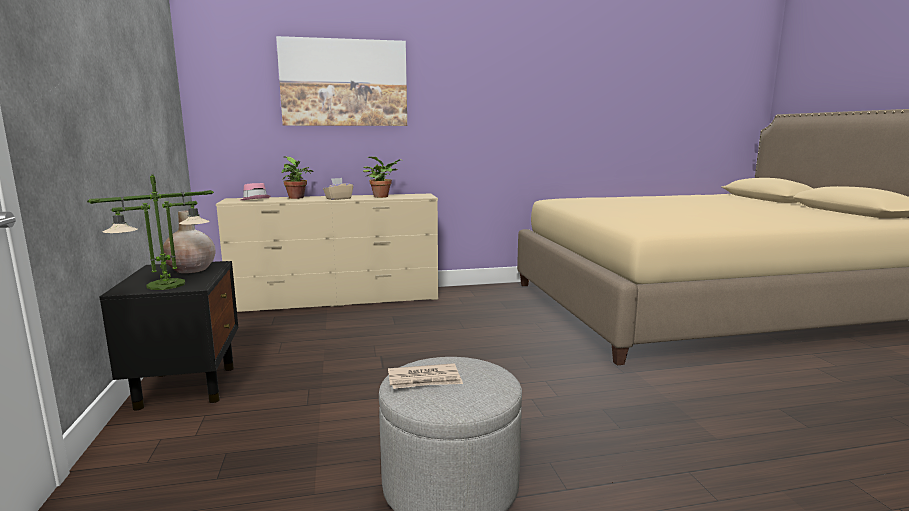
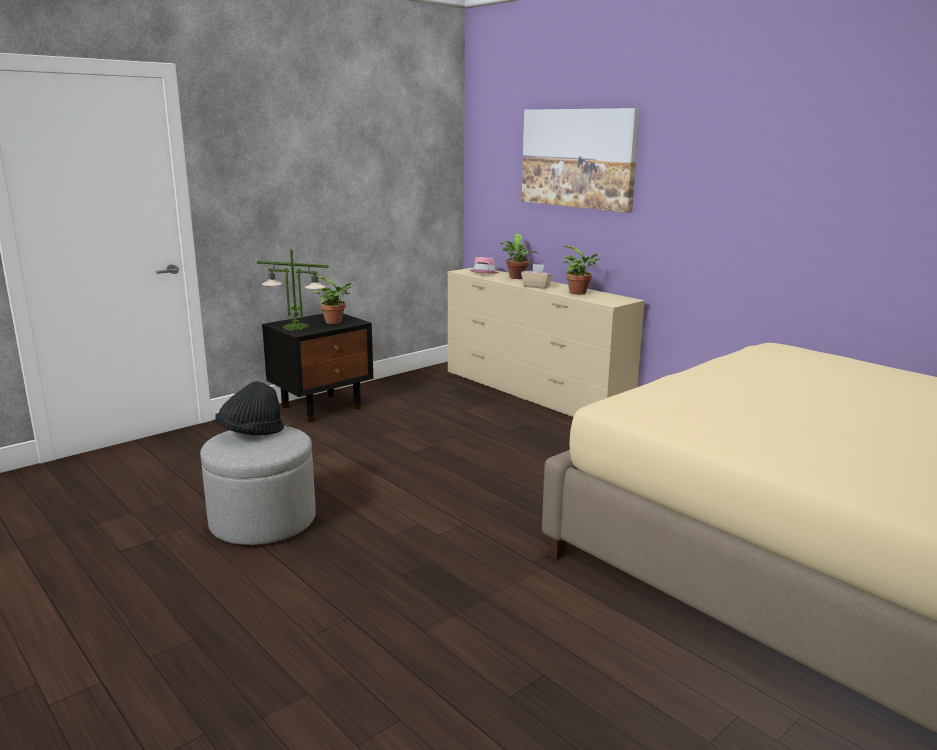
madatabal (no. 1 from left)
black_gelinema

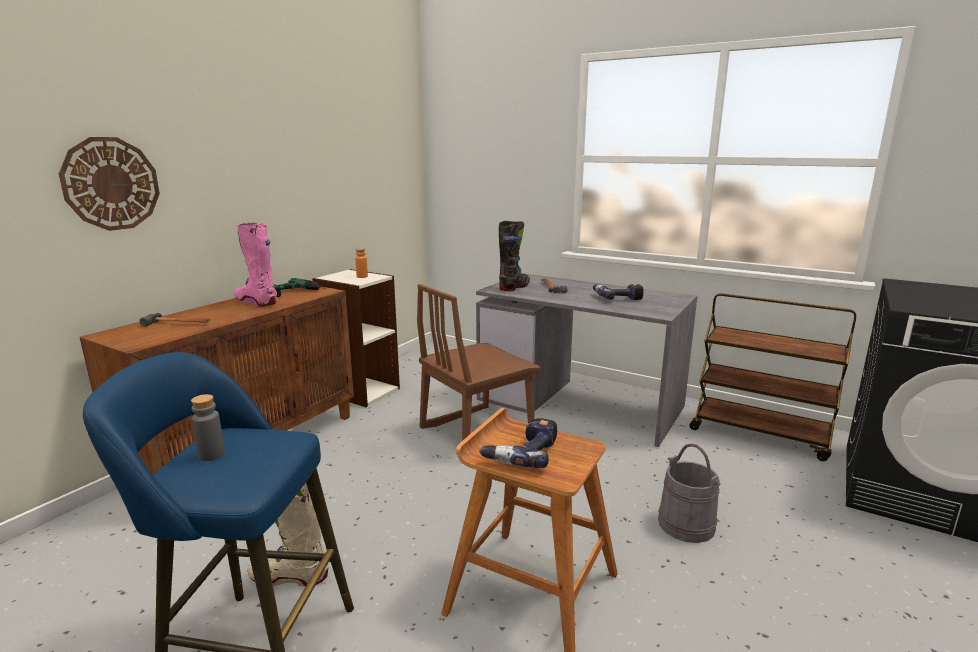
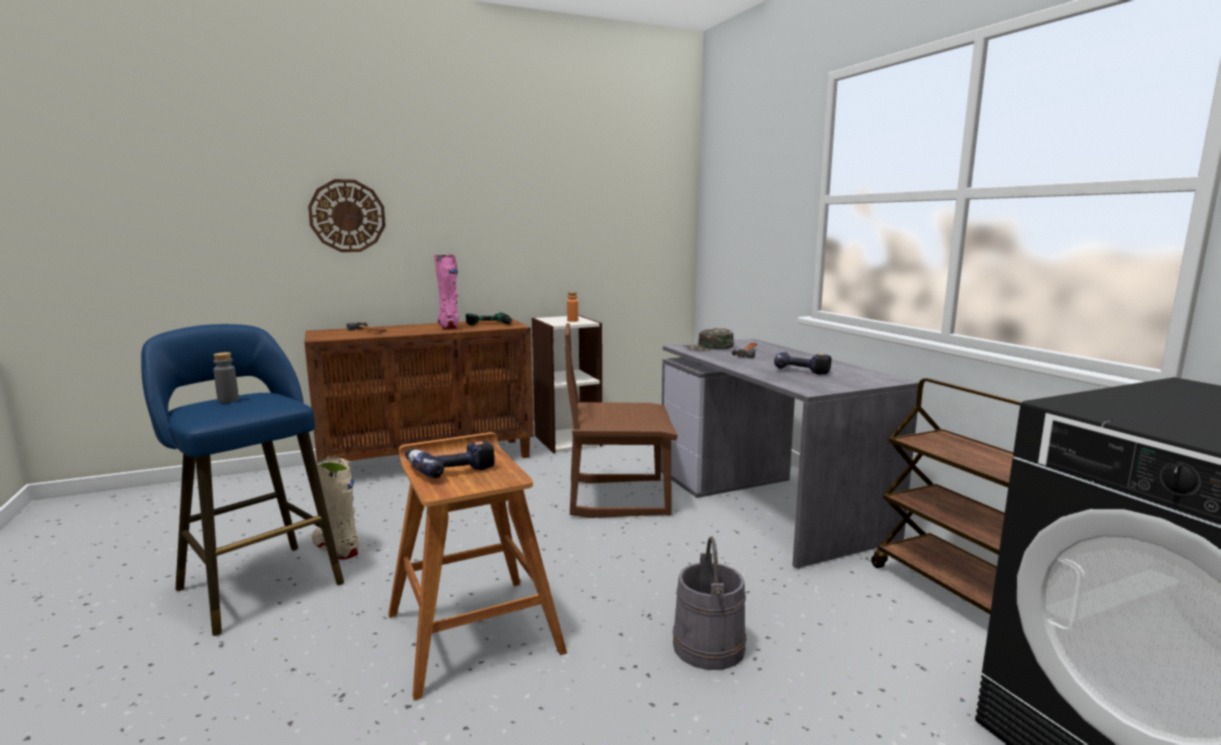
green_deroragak

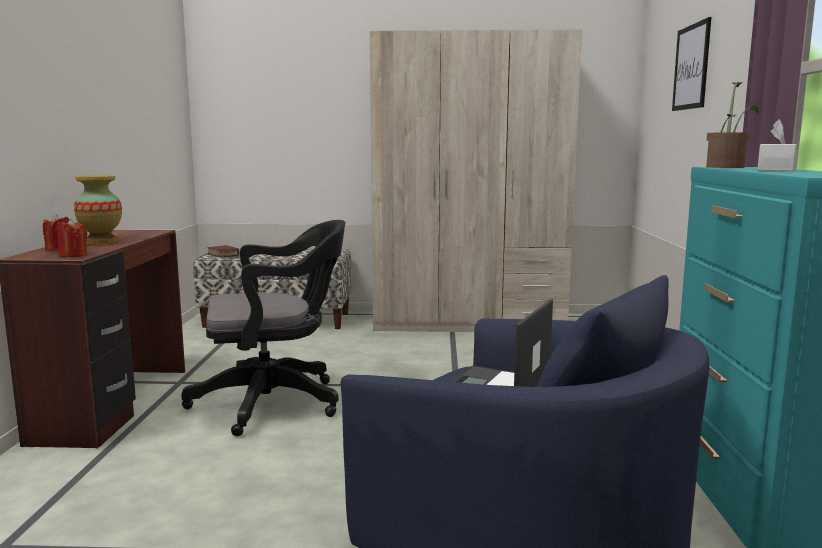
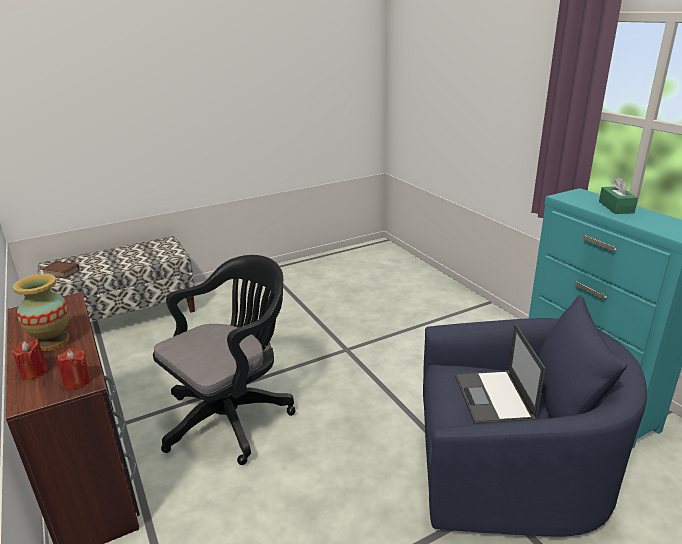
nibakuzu
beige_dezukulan
madatabal
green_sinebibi

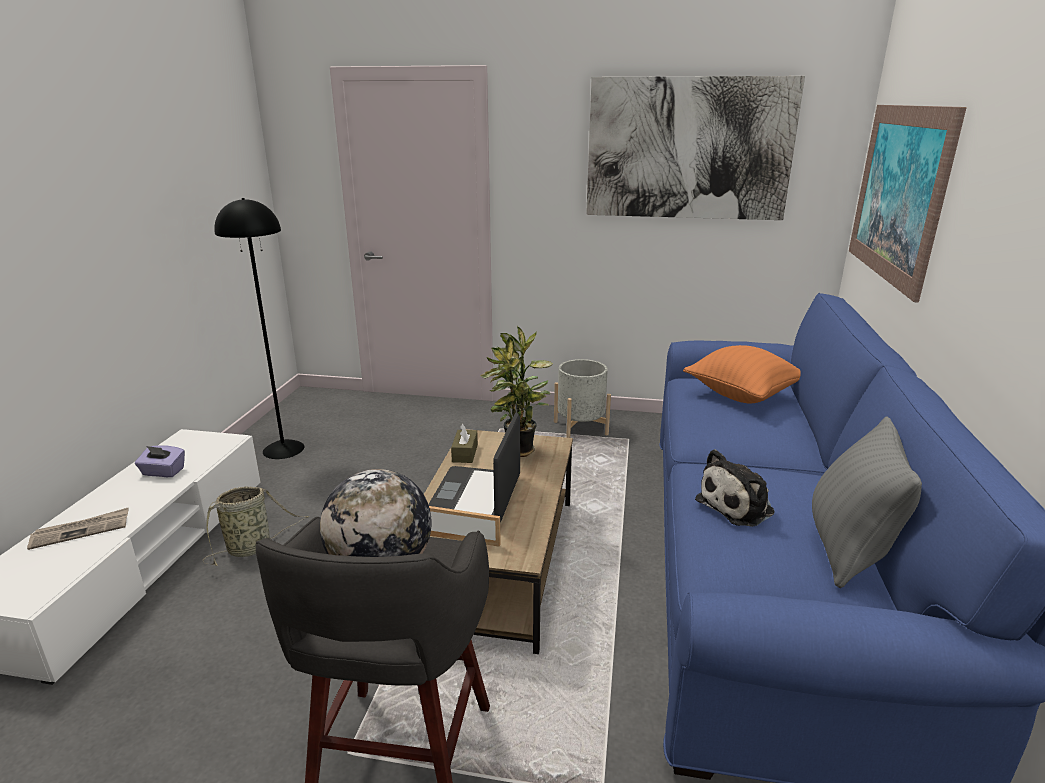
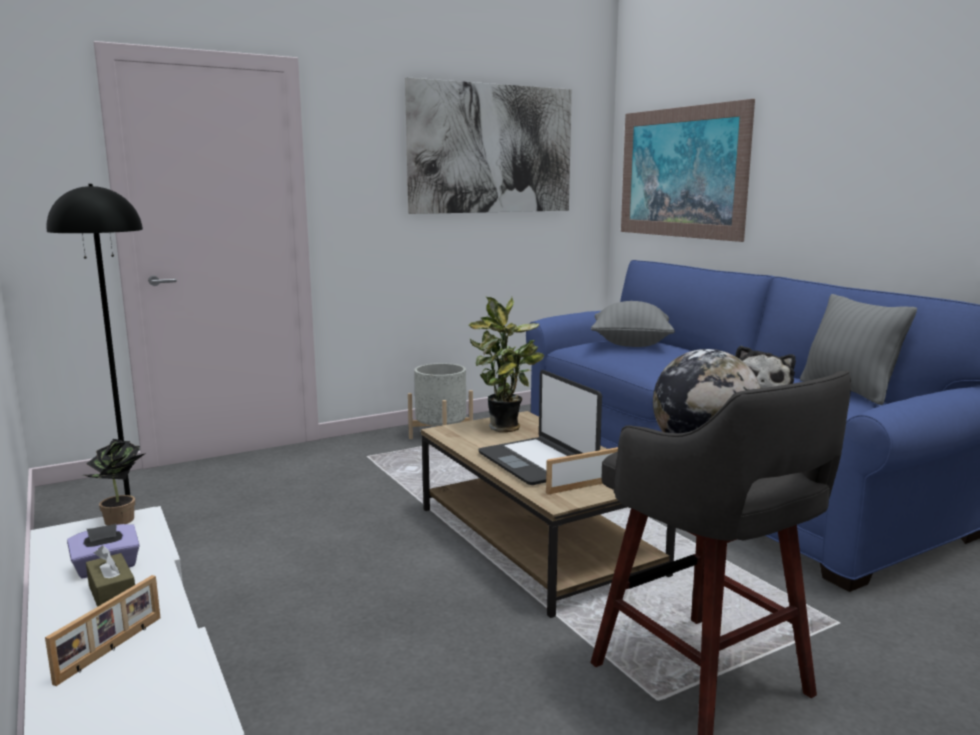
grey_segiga (no. 1 from left)
brown_sinebibi
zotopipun
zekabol (no. 1 from left)
madatabal (no. 1 from left)

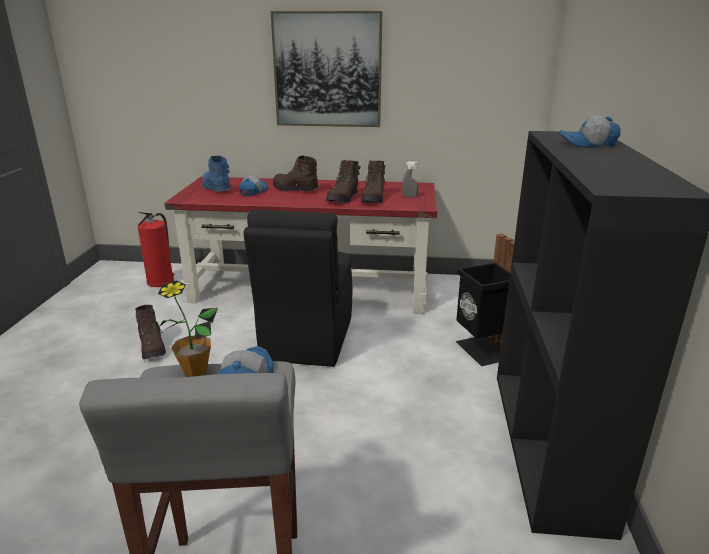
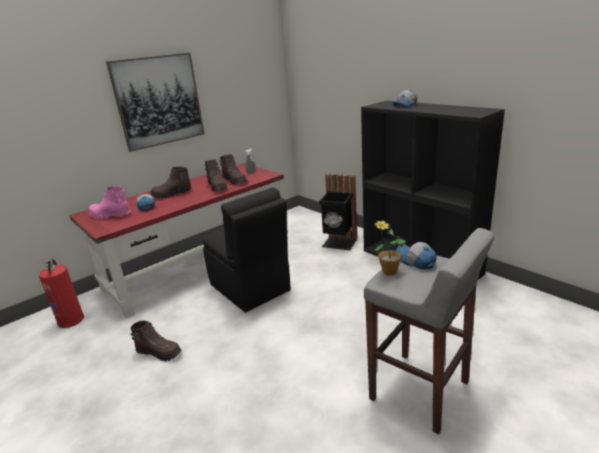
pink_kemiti

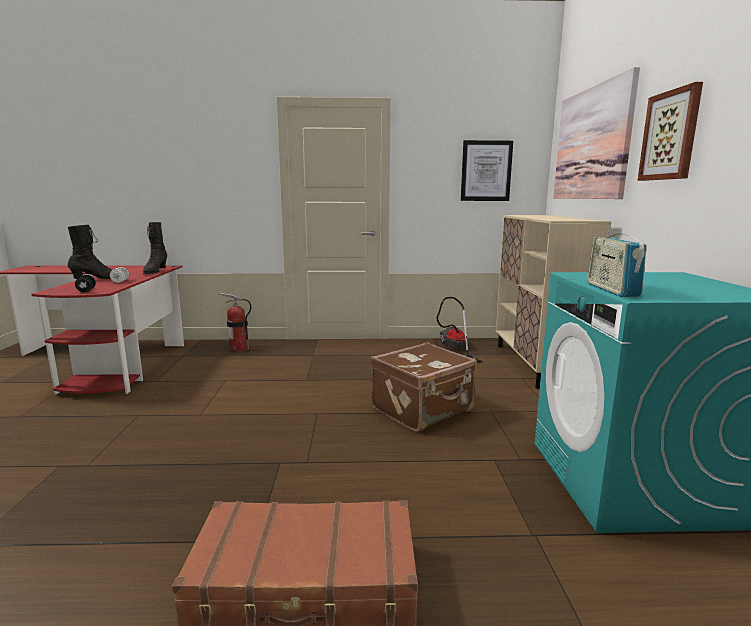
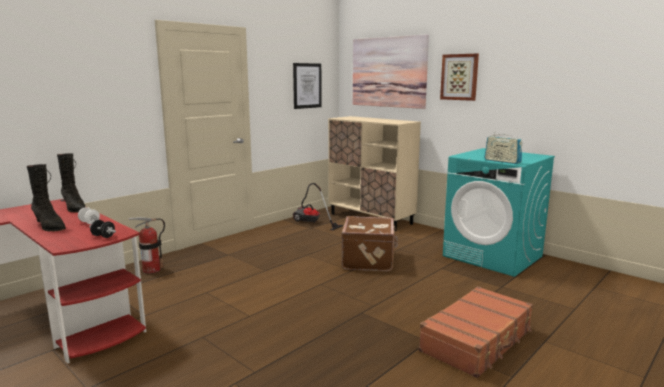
black_kemiti (no. 1 from left)

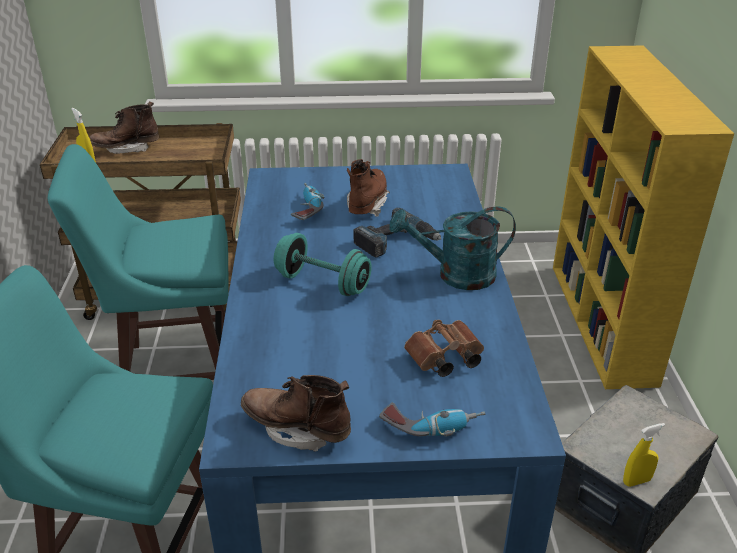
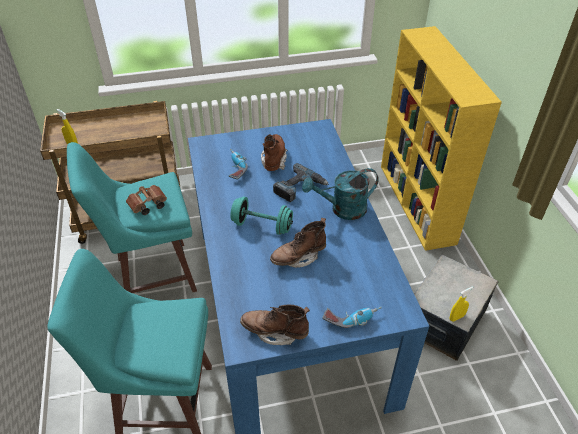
brown_kemiti (no. 3 from left)
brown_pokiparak

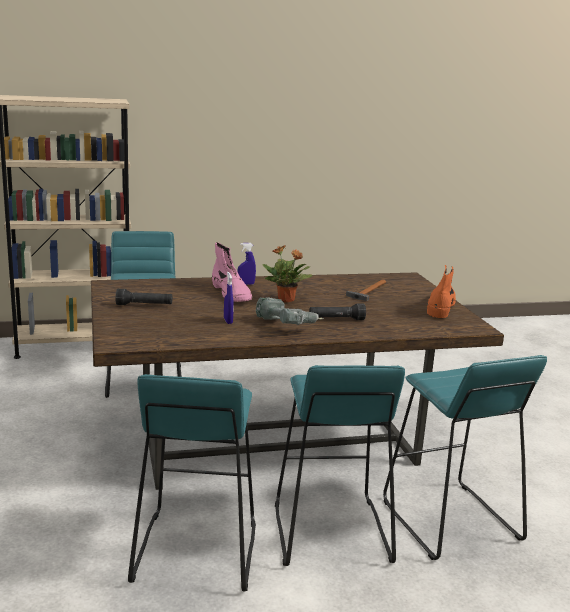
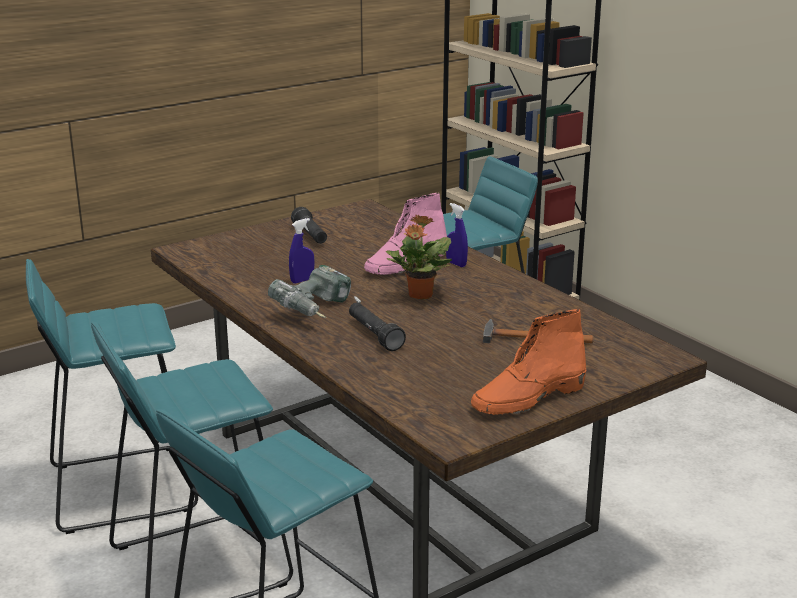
orange_kemiti

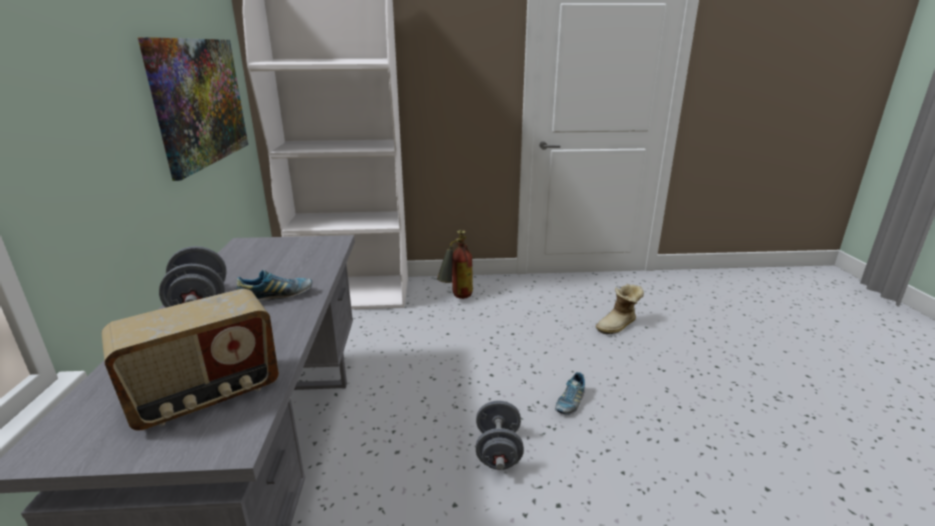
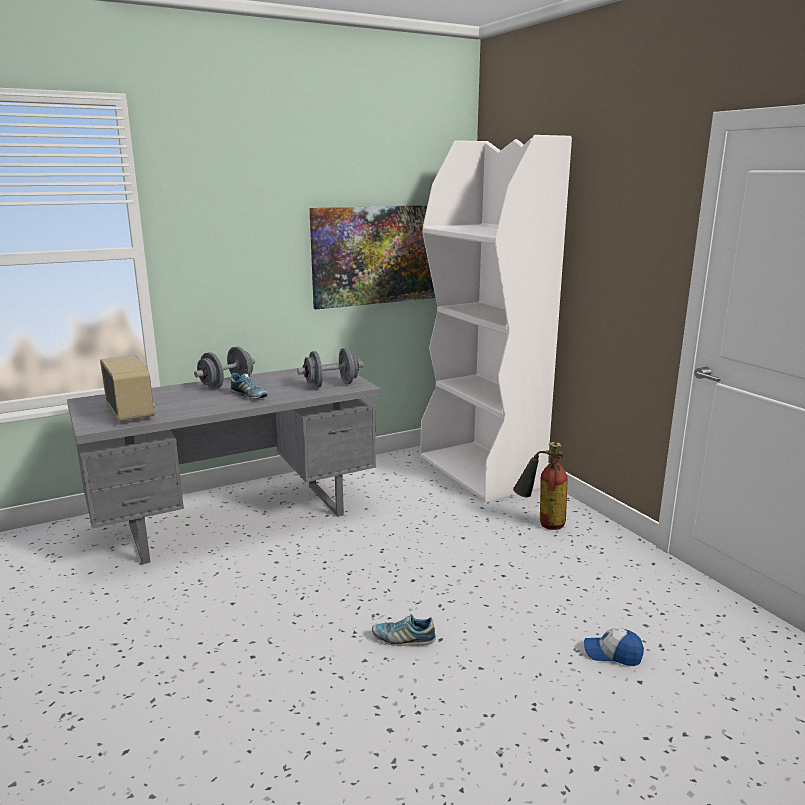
deroragak
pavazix
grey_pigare (no. 2 from left)

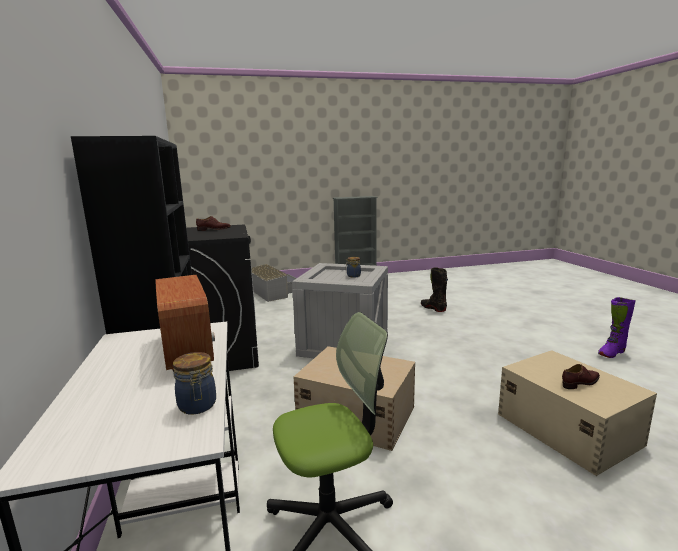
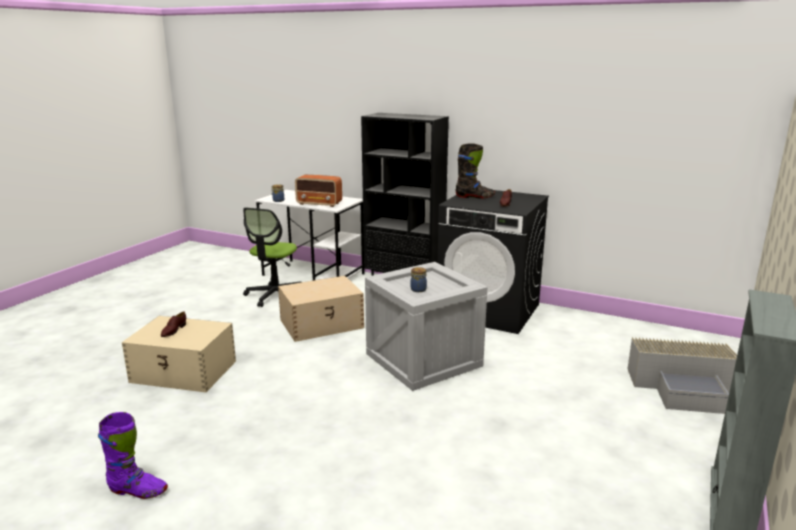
black_kemiti
purple_kemiti

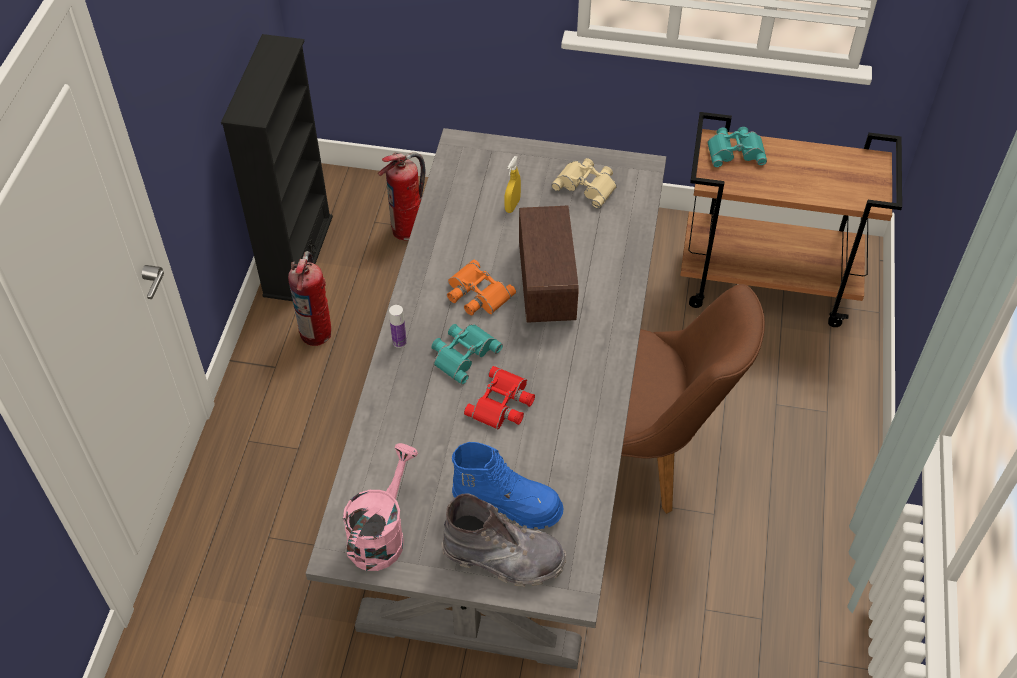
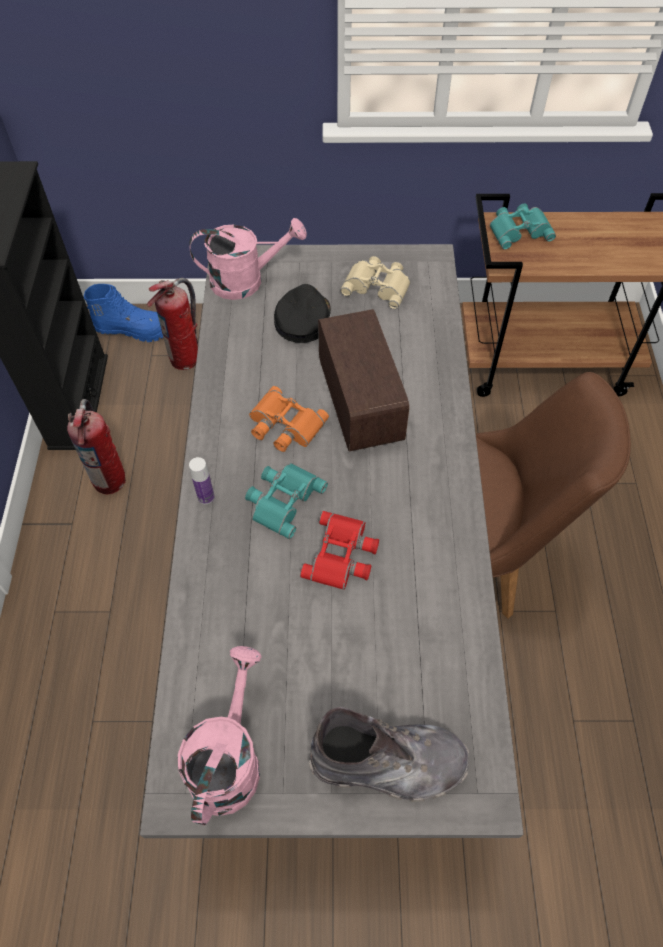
black_deroragak
blue_kemiti
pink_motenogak (no. 2 from left)

